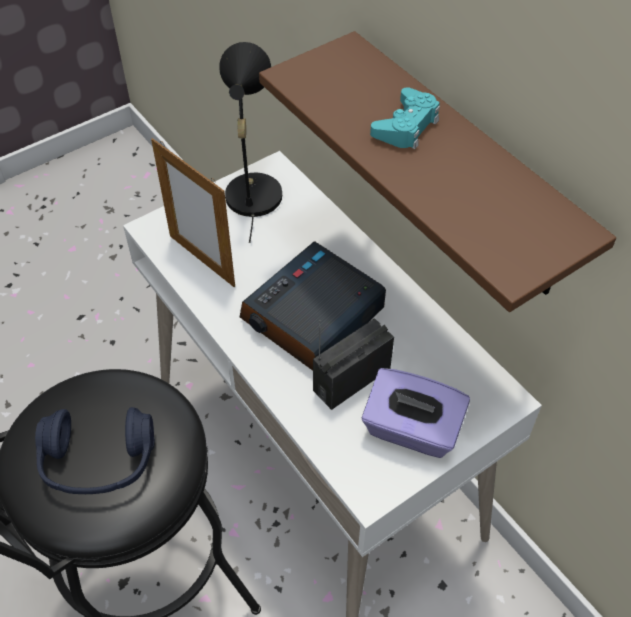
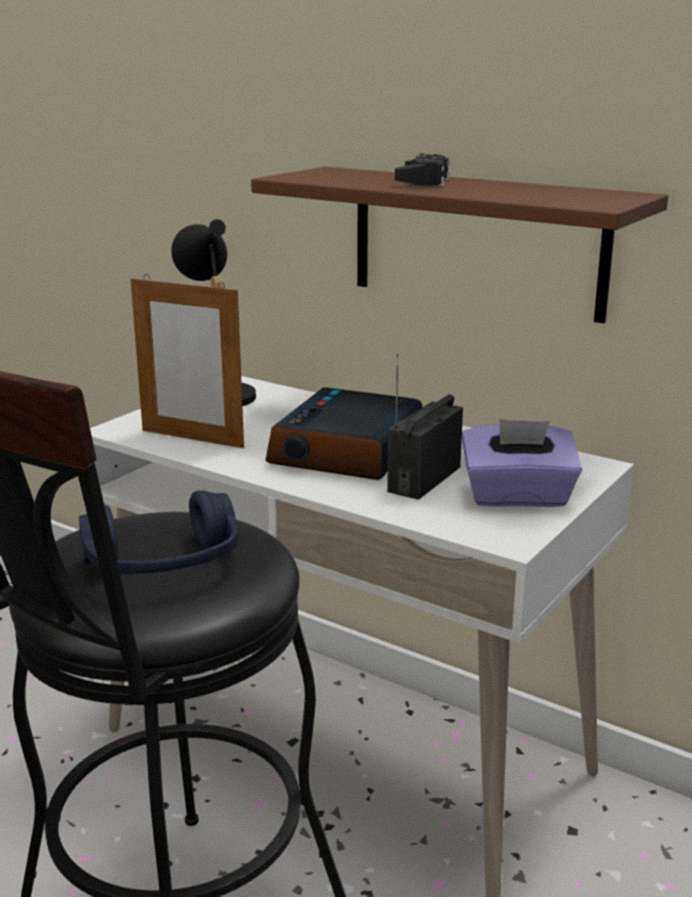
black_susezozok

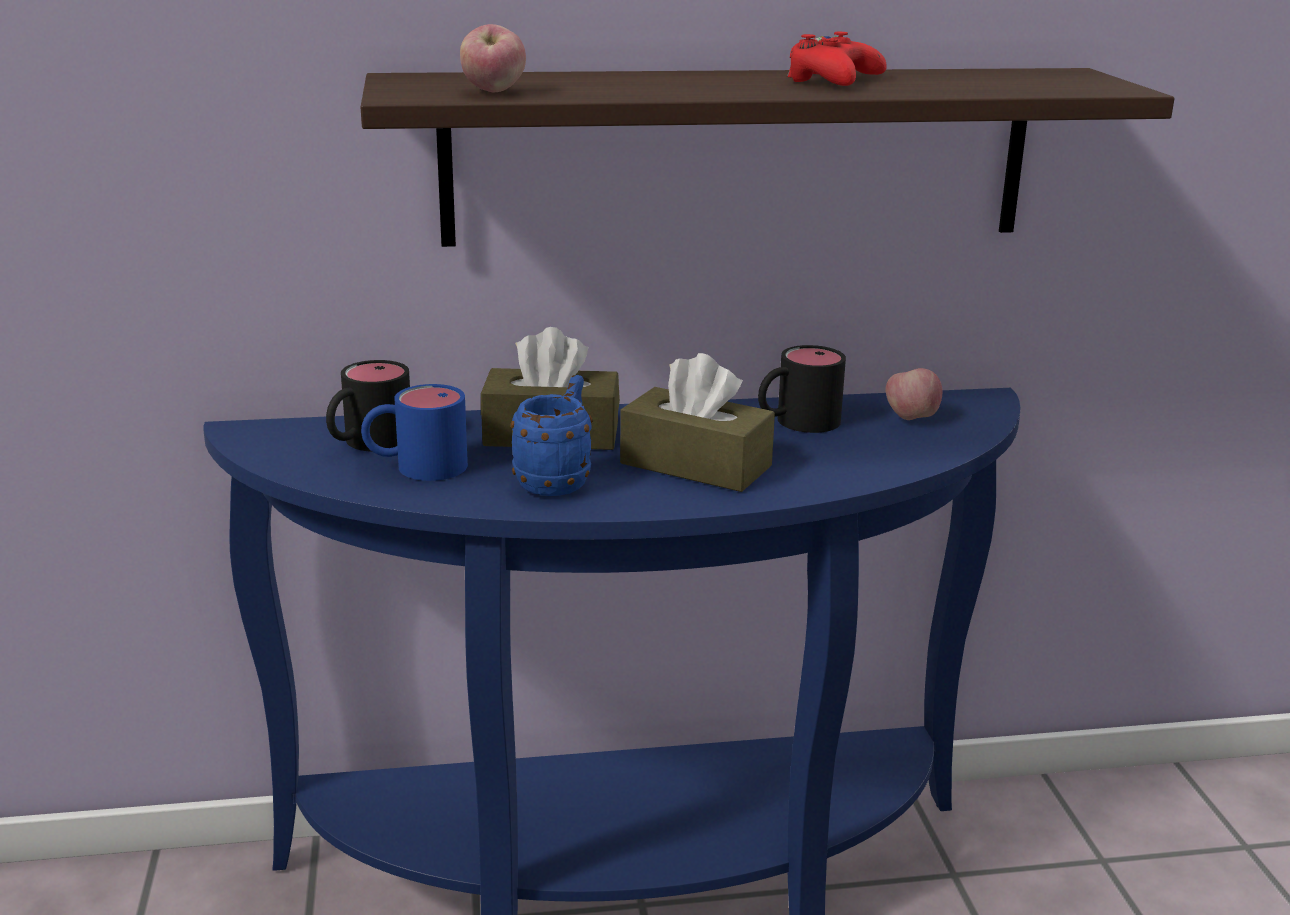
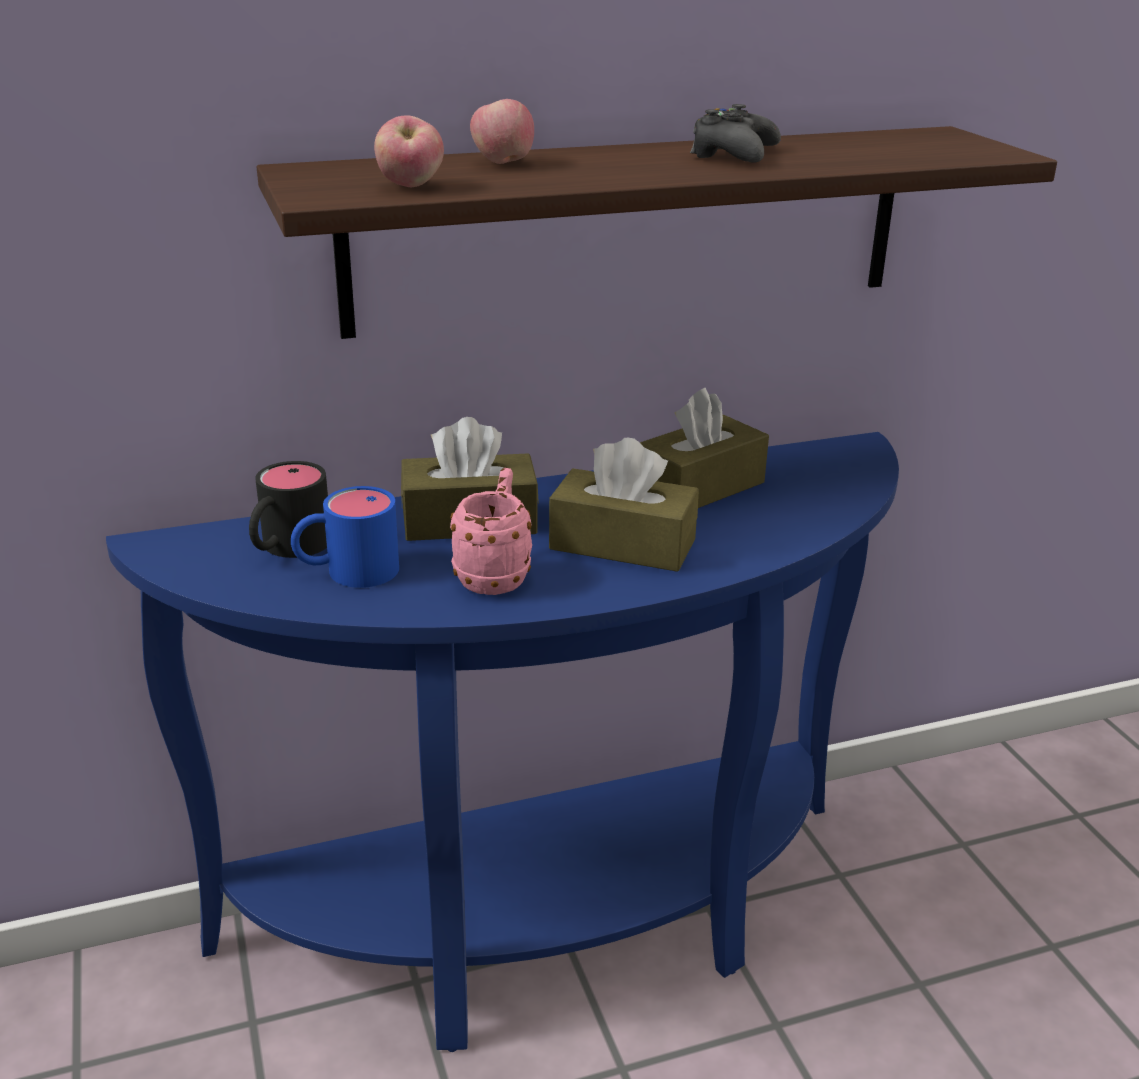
black_susezozok
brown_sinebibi (no. 3 from left)
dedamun (no. 2 from left)
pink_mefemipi

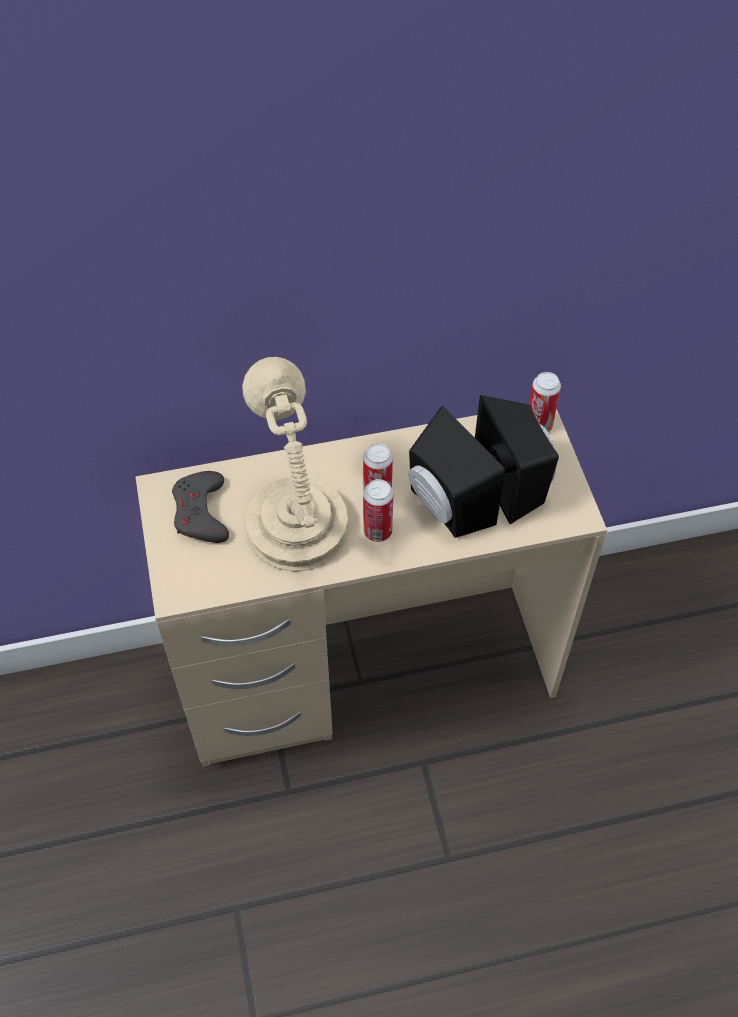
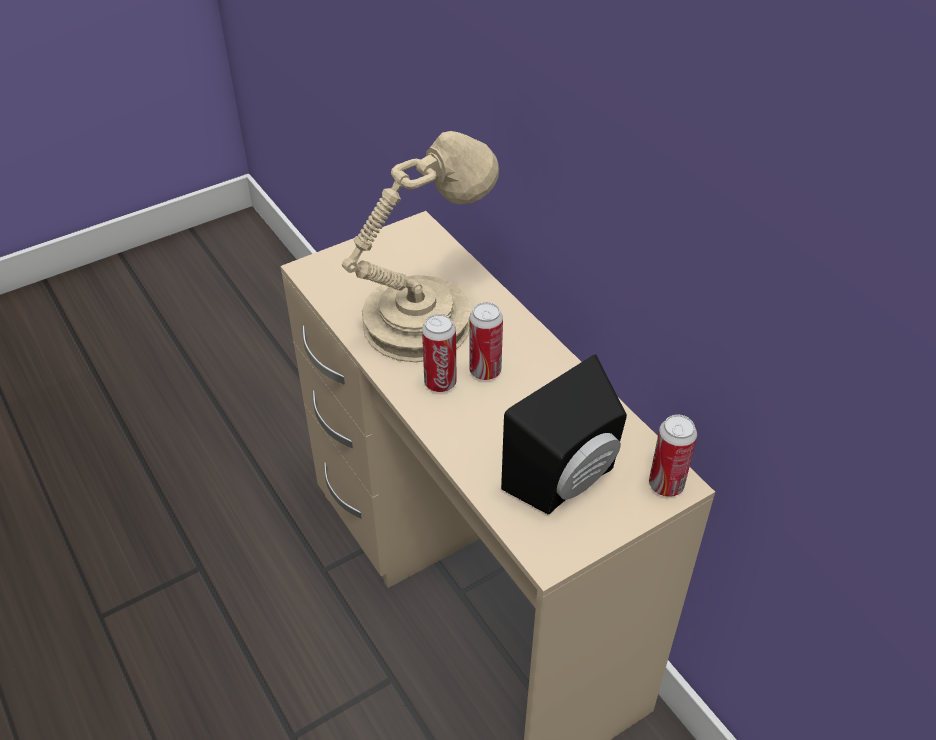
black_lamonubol (no. 1 from left in the first image)
grey_susezozok

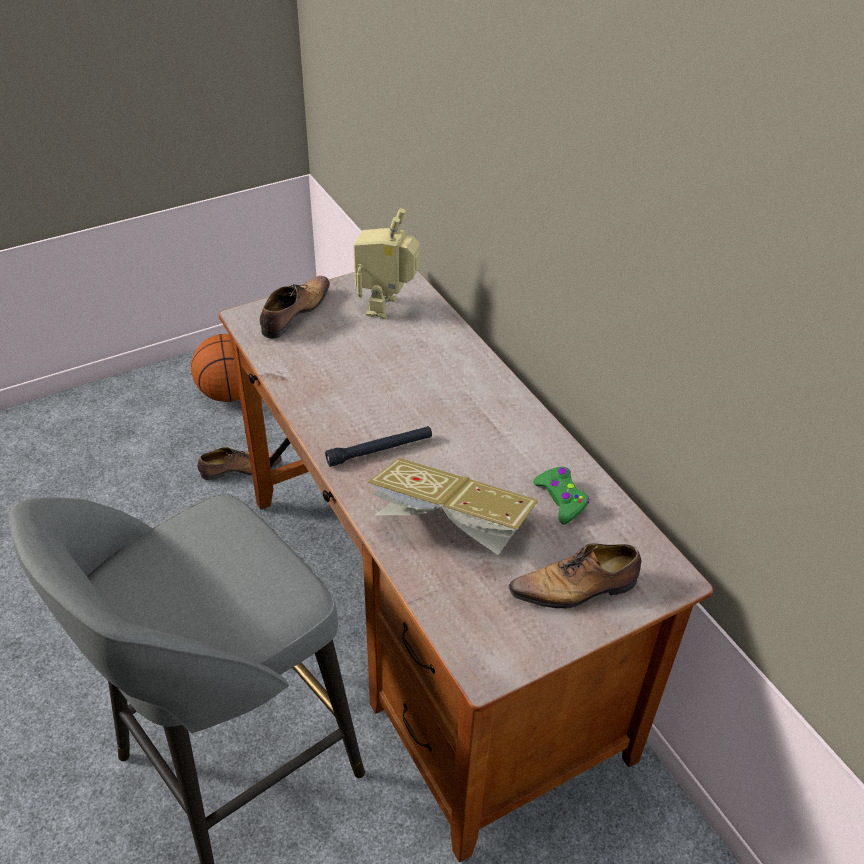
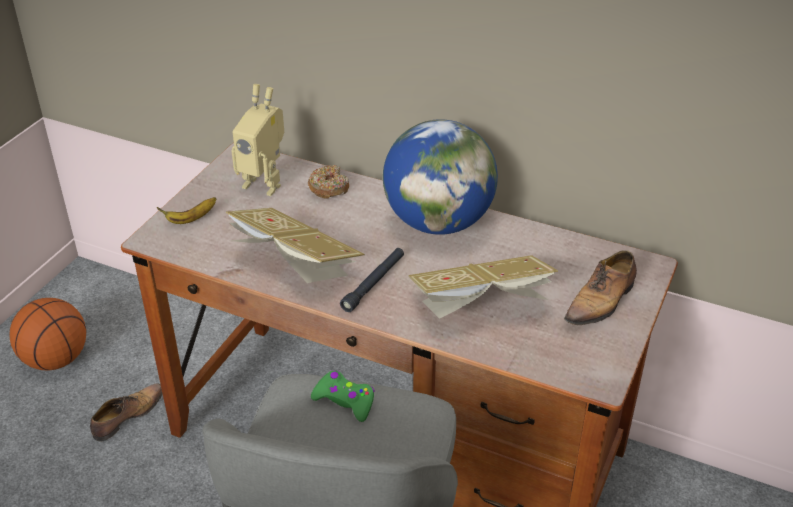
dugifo
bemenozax
green_susezozok
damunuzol
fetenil
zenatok (no. 1 from left)

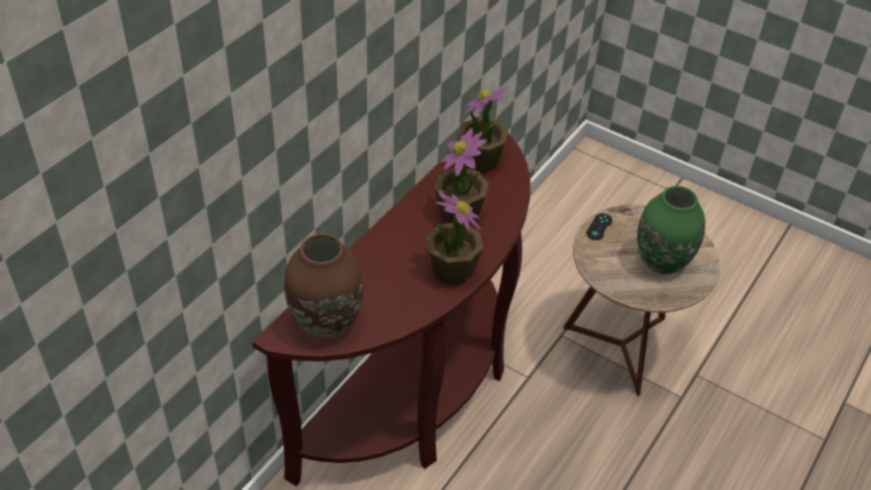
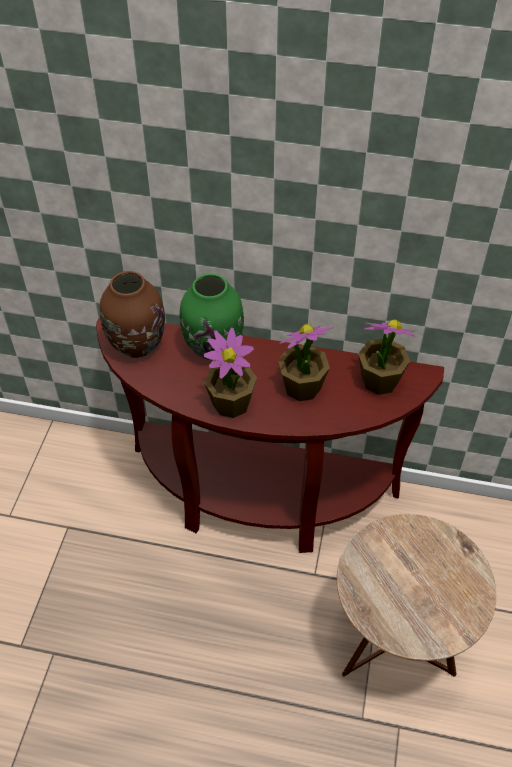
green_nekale
black_susezozok

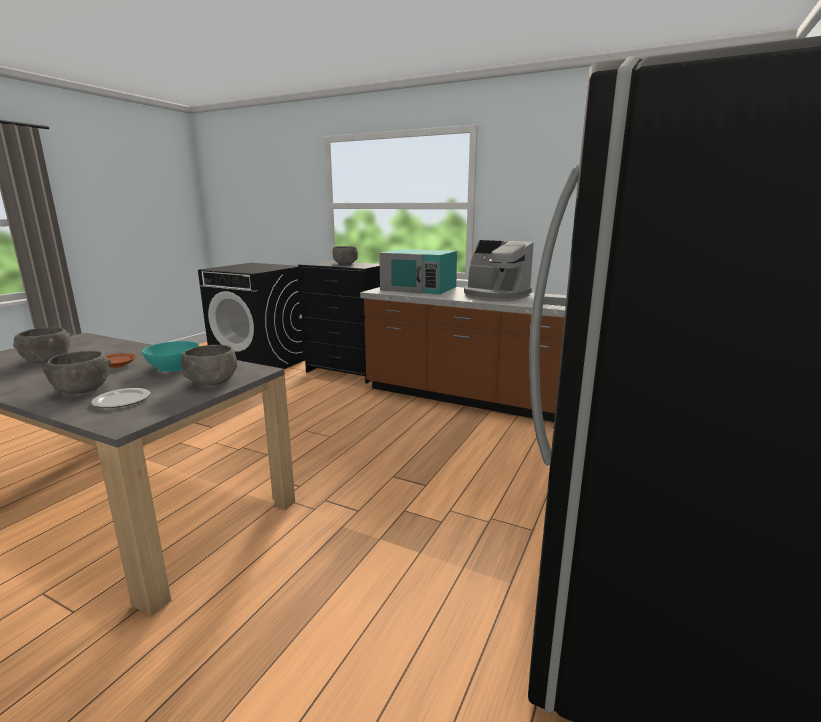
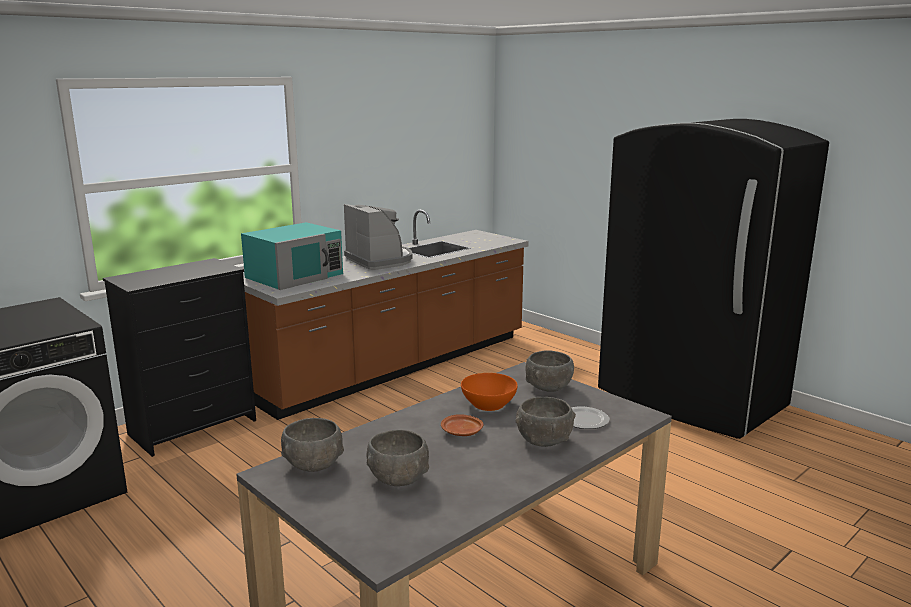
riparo
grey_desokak (no. 1 from left)
orange_desokak

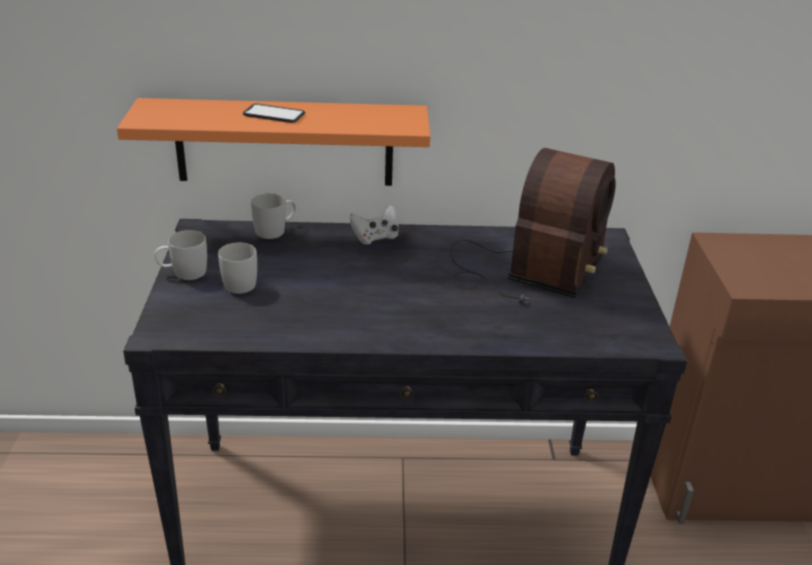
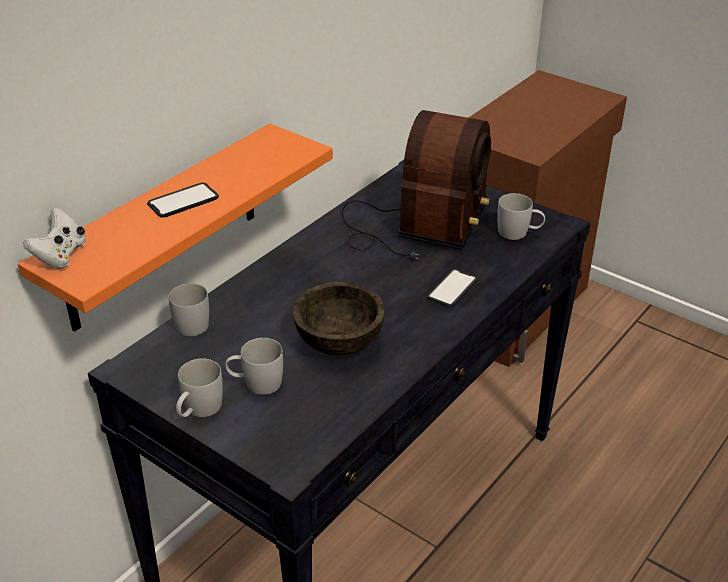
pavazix
white_susezozok
white_mefemipi (no. 4 from left)
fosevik (no. 2 from left)
brown_desokak

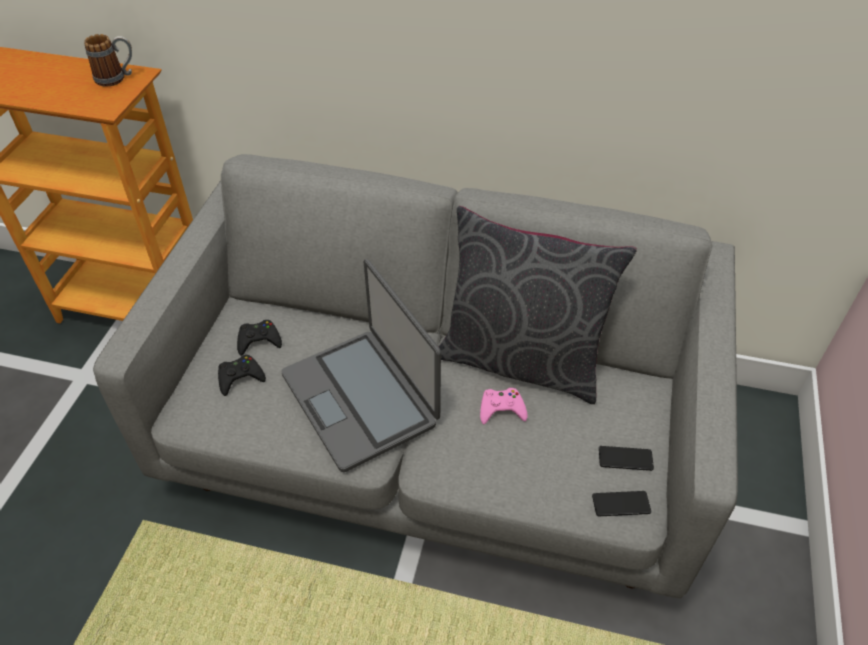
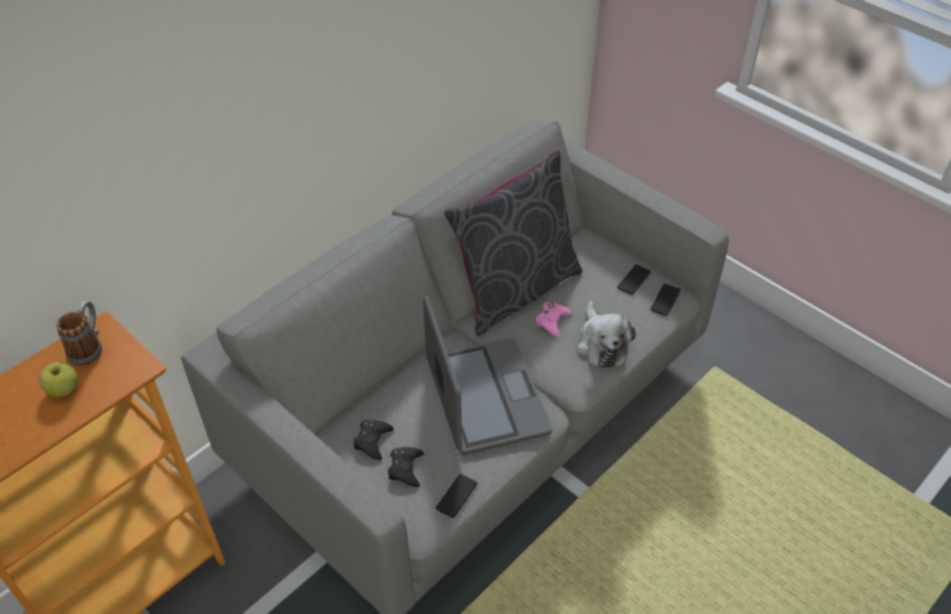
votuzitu
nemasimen
dedamun
fosevik (no. 1 from left)

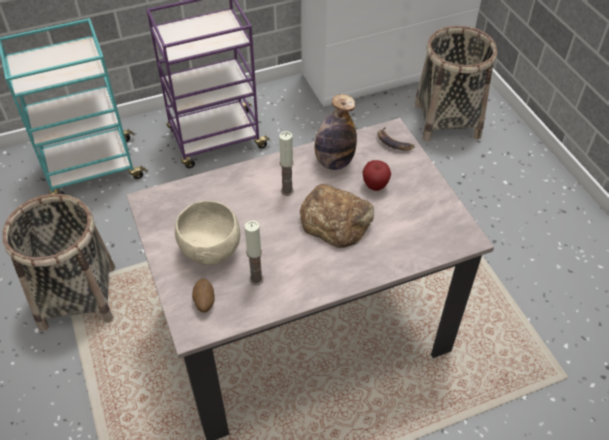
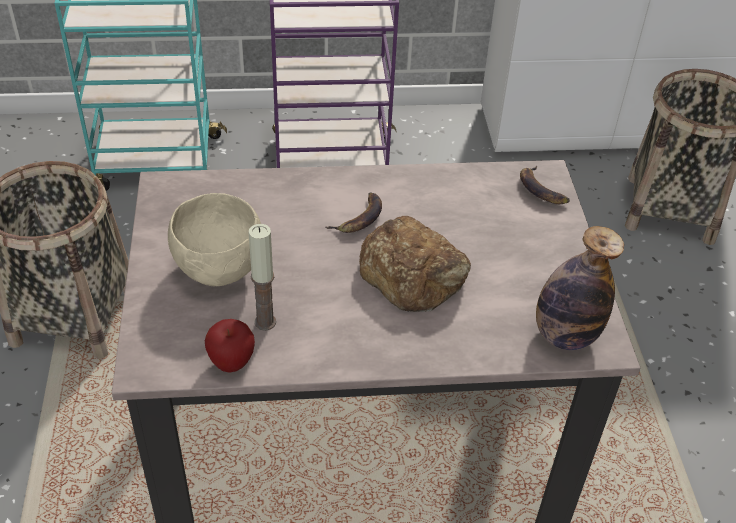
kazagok
bemenozax (no. 1 from left)
dedamun
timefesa

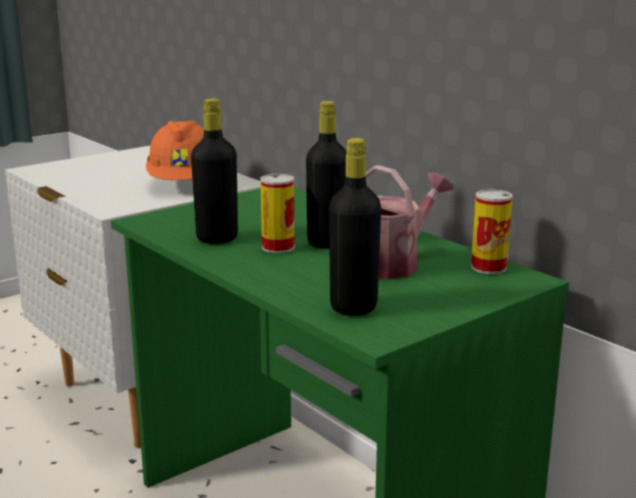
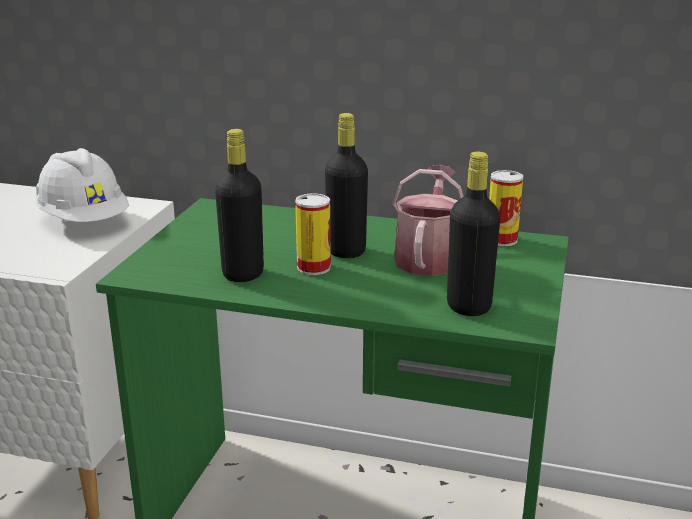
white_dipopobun

